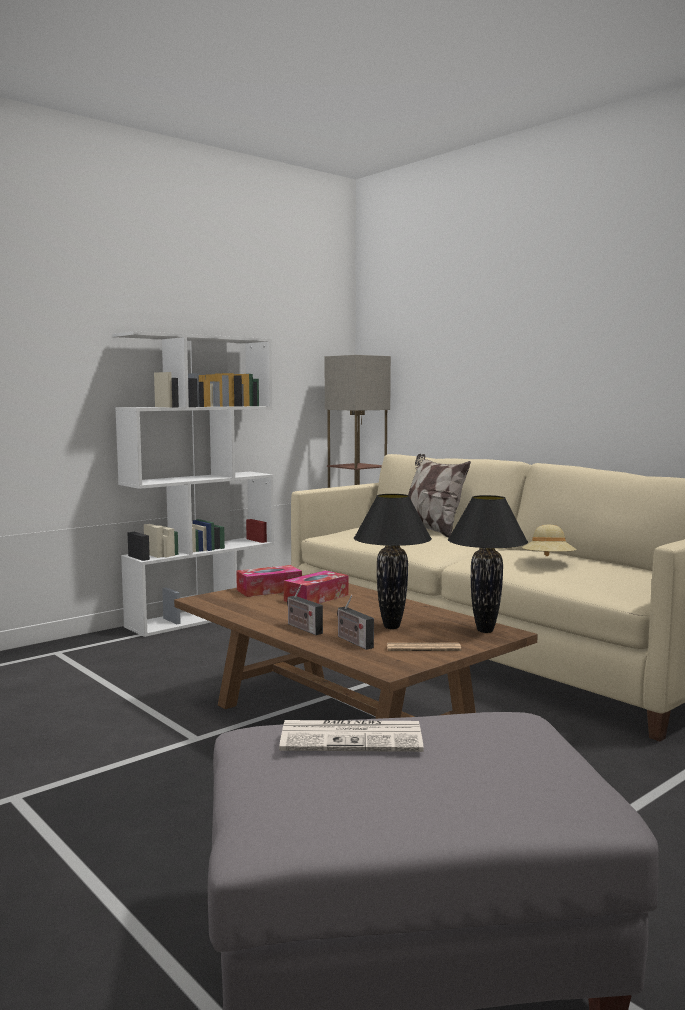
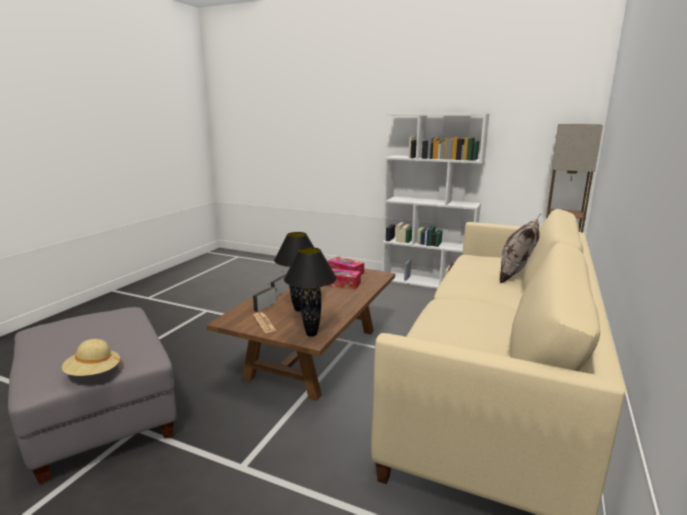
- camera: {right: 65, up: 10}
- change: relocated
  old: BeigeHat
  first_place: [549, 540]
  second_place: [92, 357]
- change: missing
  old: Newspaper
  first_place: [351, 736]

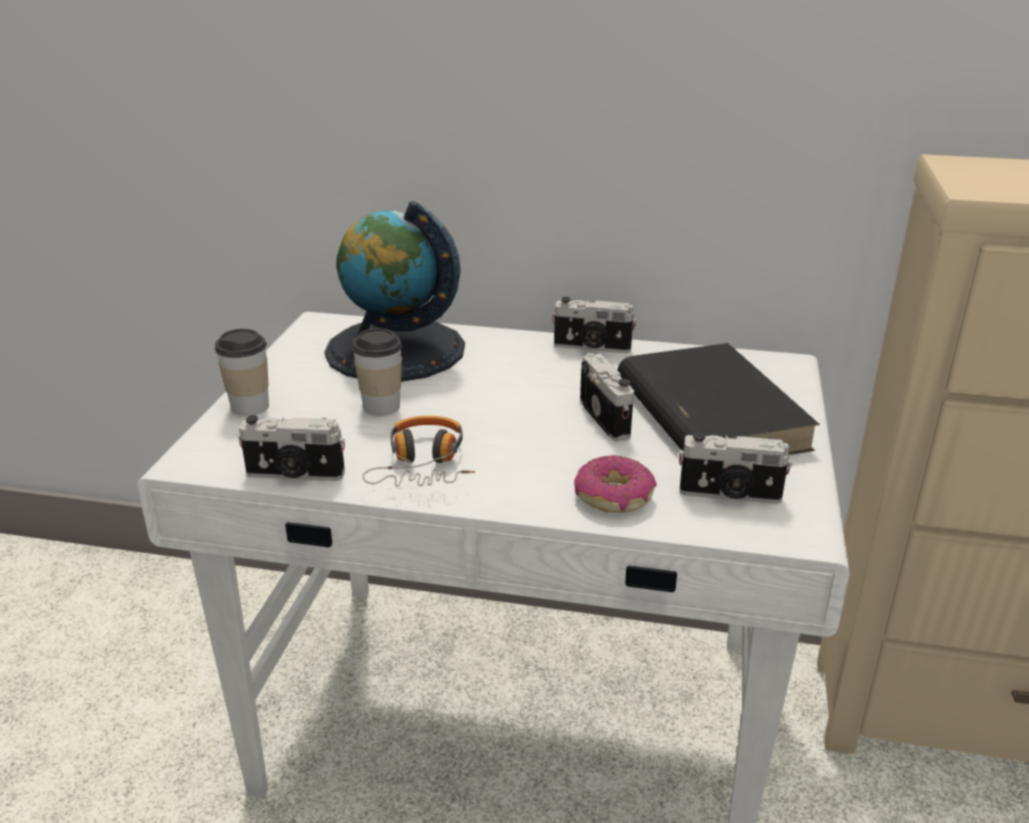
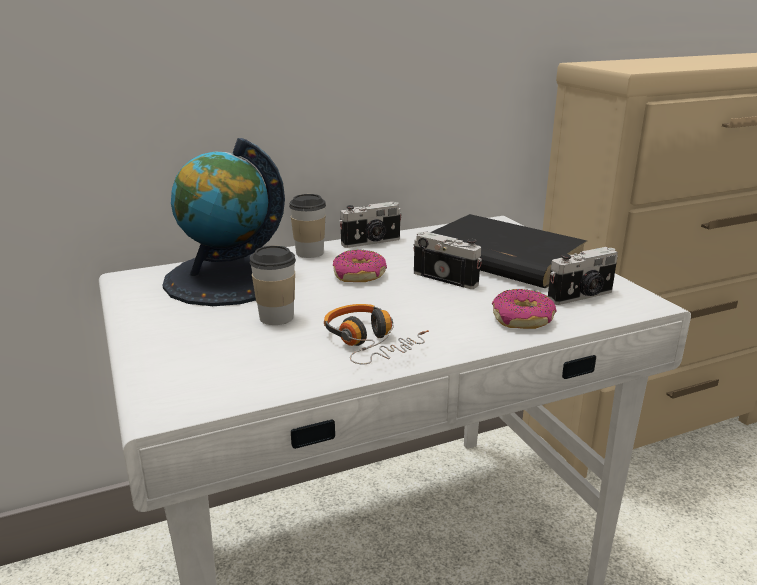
- camera: {right: -35, up: -5}
- change: relocated
  old: Cup
  first_place: [242, 372]
  second_place: [307, 226]
- change: missing
  old: PhotoCamera
  first_place: [291, 448]
- change: appeared
  new: Donut
  second_place: [360, 266]

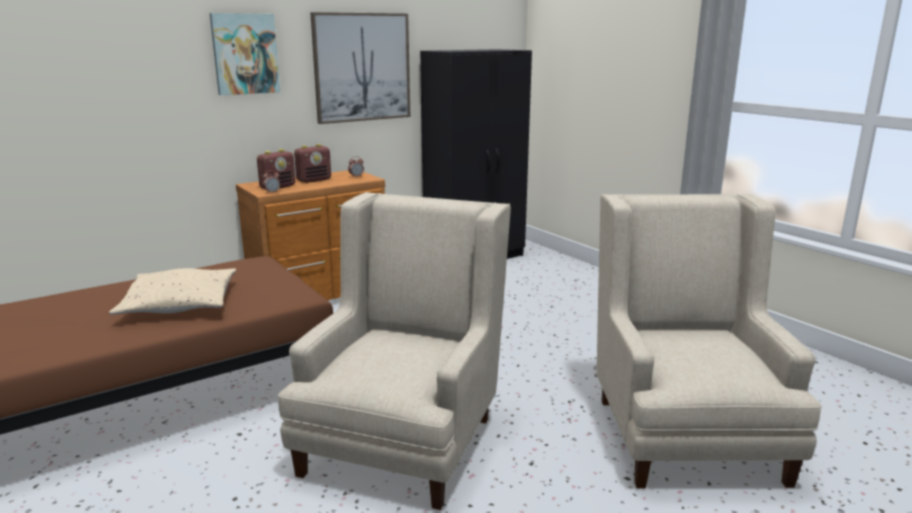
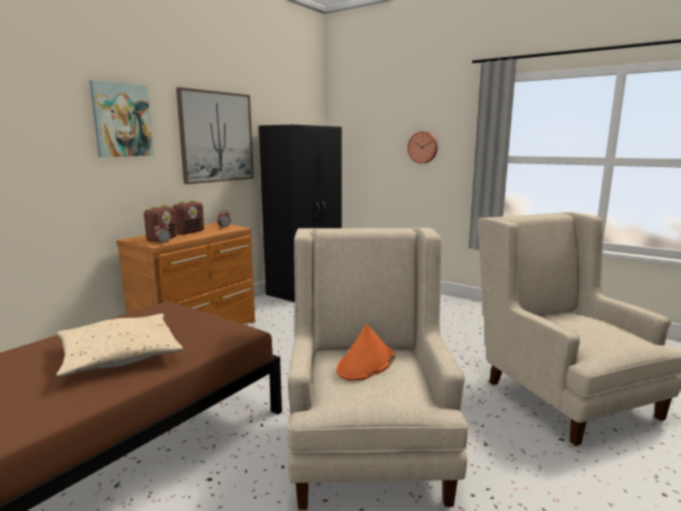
- camera: {right: -20, up: -5}
- change: appeared
  new: WallClock
  second_place: [422, 147]
- change: appeared
  new: OrangeHat
  second_place: [365, 352]

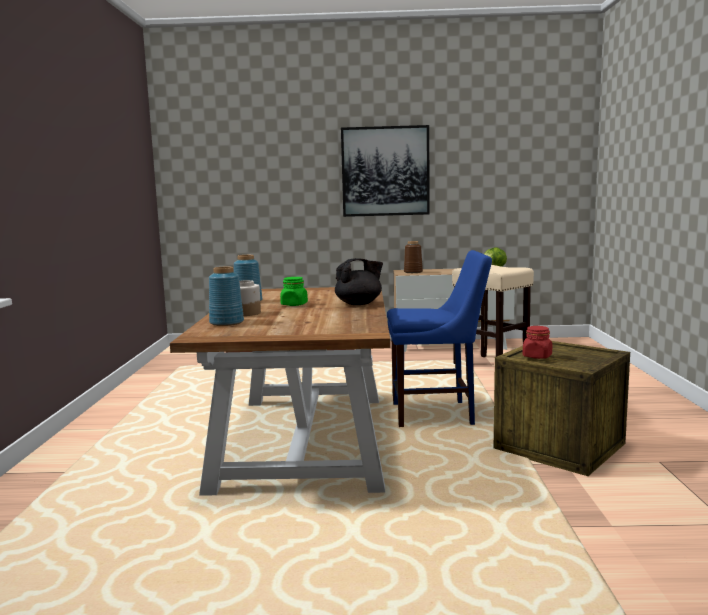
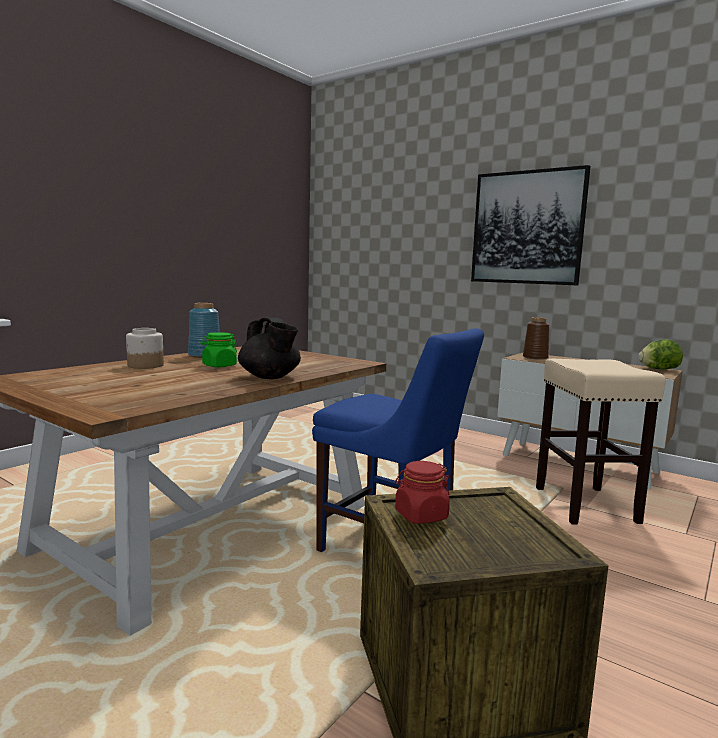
- camera: {right: 35, up: 0}
- change: spun
  old: BlackTeapot
  first_place: [359, 281]
  second_place: [269, 348]
  degrees: 45
- change: missing
  old: BlueVase
  first_place: [226, 296]

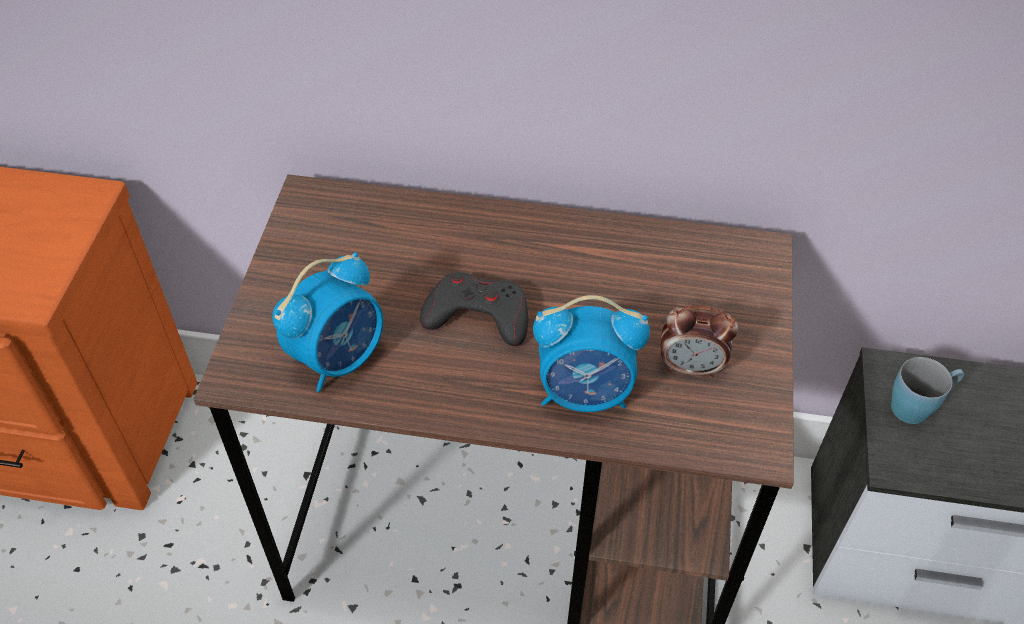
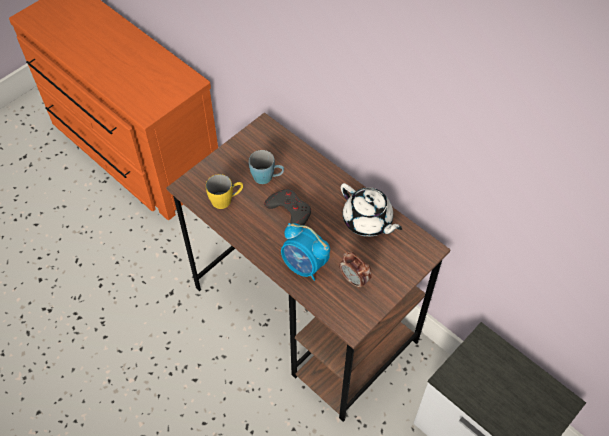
- camera: {right: 35, up: 5}
- change: exchanged
  old: AlarmClock
  new: YellowMug
  first_place: [327, 322]
  second_place: [224, 191]
- change: relocated
  old: BlueMug
  first_place: [927, 390]
  second_place: [266, 167]
- change: appeared
  new: WhiteTeapot
  second_place: [371, 210]

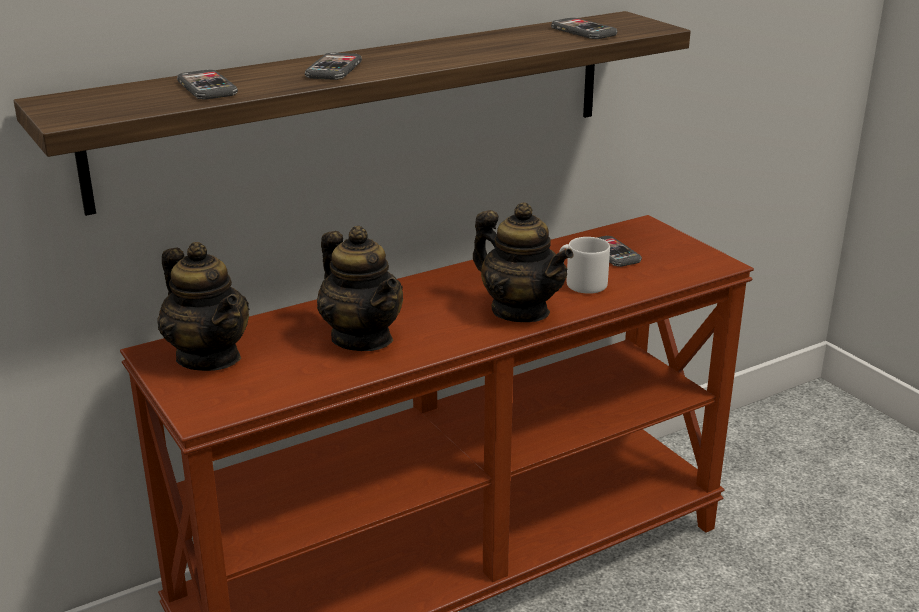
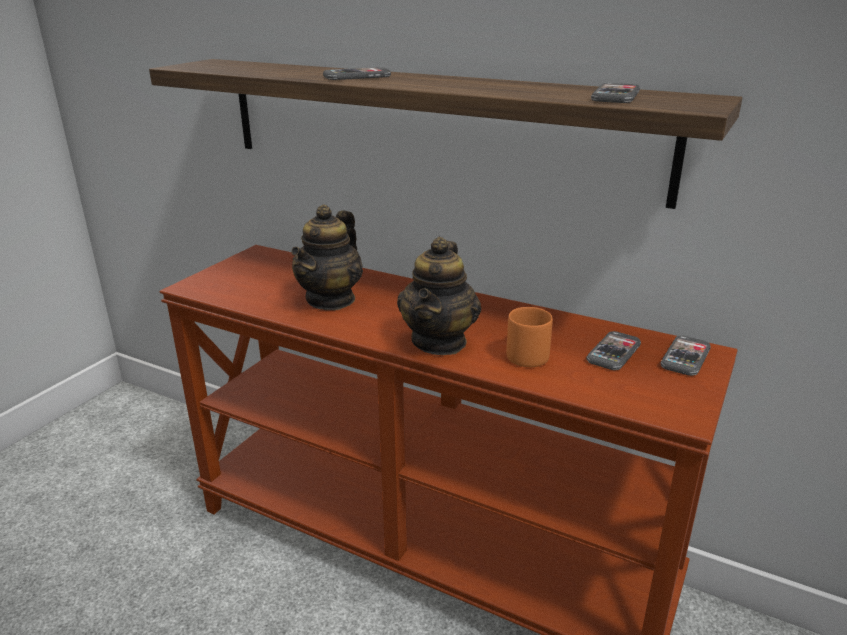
- camera: {right: 60, up: 0}
- change: relocated
  old: Phone
  first_place: [207, 84]
  second_place: [685, 355]
- change: colour
  old: WhiteMug
  new: OrangeMug
  first_place: [584, 265]
  second_place: [529, 337]
- change: missing
  old: Teapot
  first_place: [203, 306]

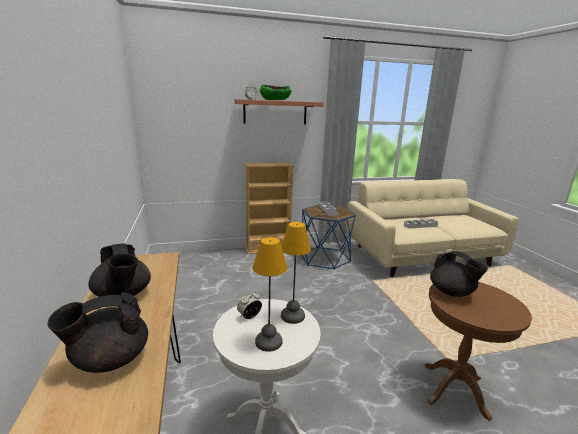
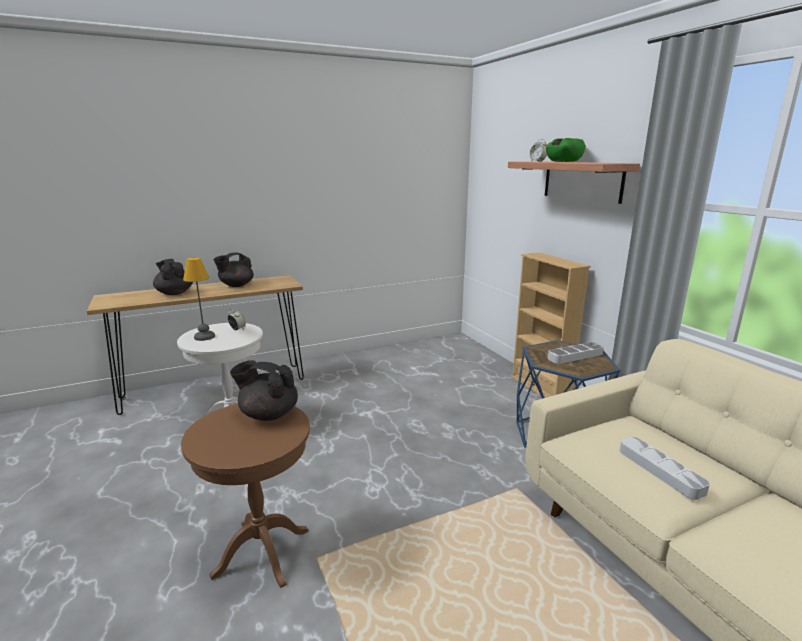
- camera: {right: 80, up: 0}
- change: missing
  old: TableLamp
  first_place: [296, 273]
- change: spun
  old: BlackTeapot
  first_place: [459, 274]
  second_place: [264, 390]
  degrees: 60

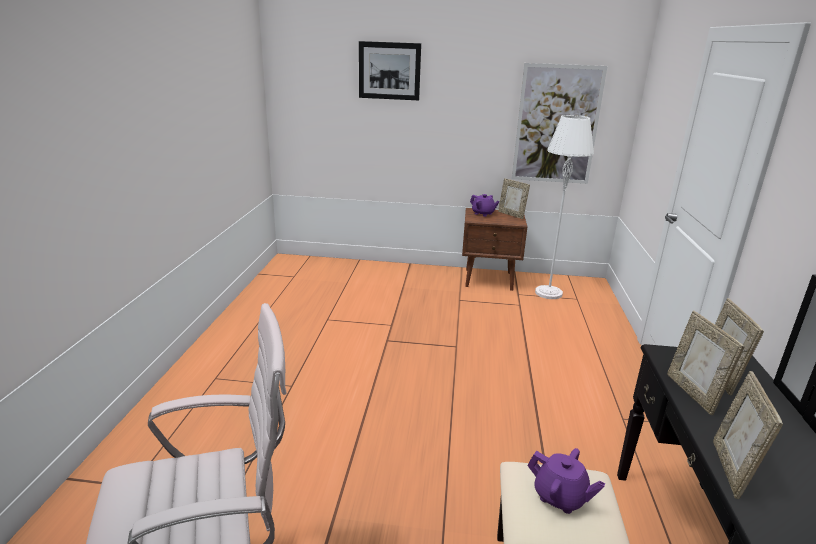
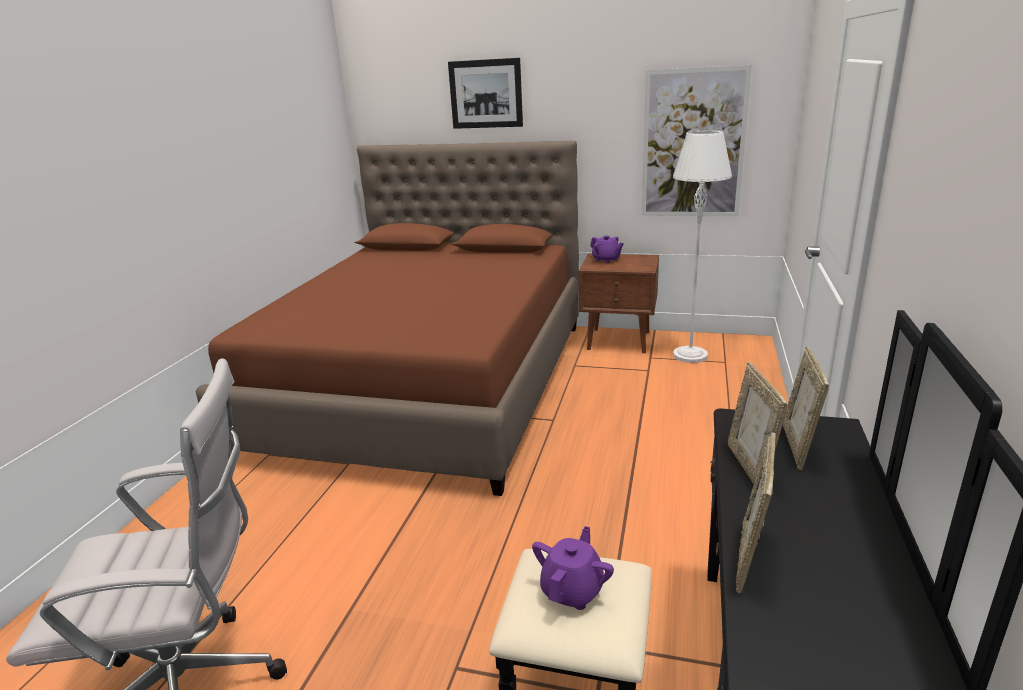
- camera: {right: 10, up: 0}
- change: missing
  old: PictureFrame
  first_place: [514, 198]
- change: spun
  old: PurpleTeapot
  first_place: [566, 481]
  second_place: [573, 568]
  degrees: -105
- change: appeared
  new: BrownBed
  second_place: [387, 318]

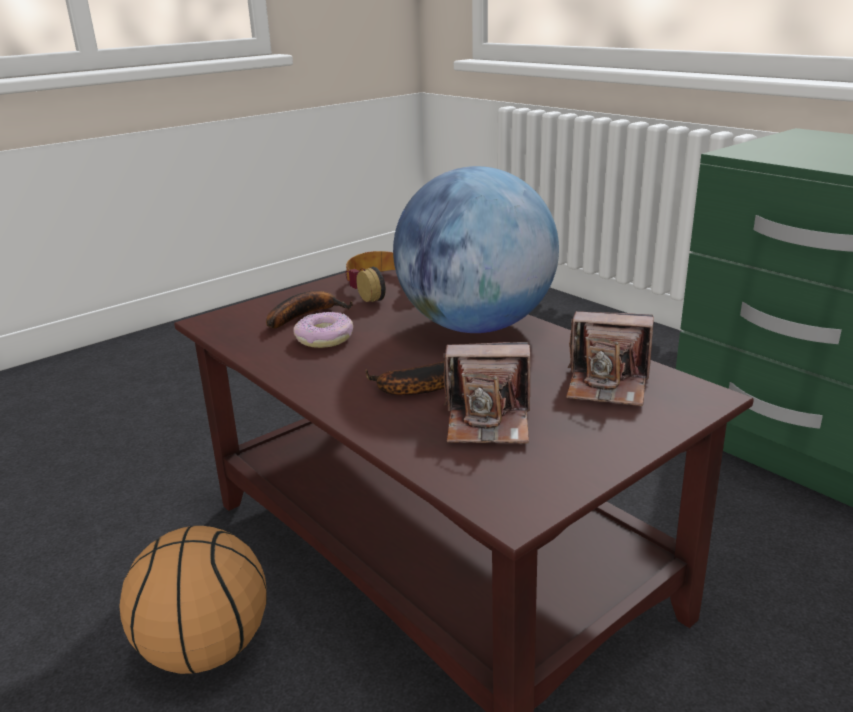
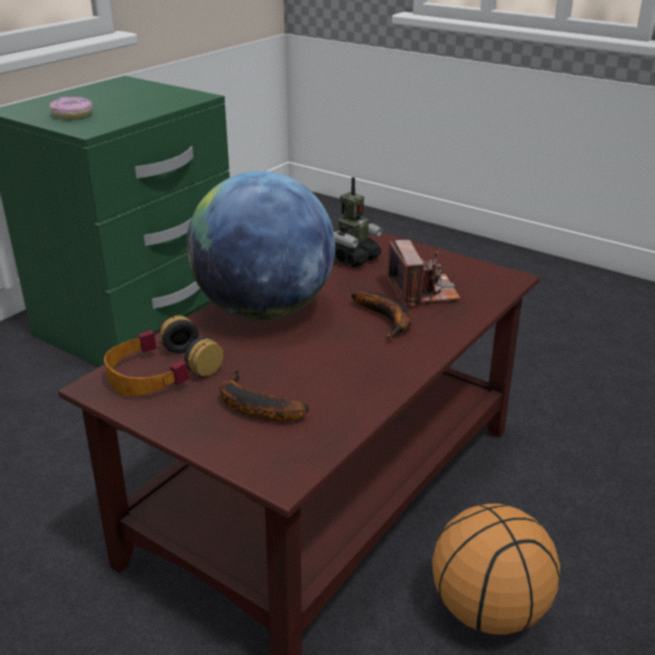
- camera: {right: -105, up: 5}
- change: exchanged
  old: PhotoCamera
  new: ToyRobot
  first_place: [610, 358]
  second_place: [358, 222]
- change: relocated
  old: Donut
  first_place: [323, 330]
  second_place: [71, 108]

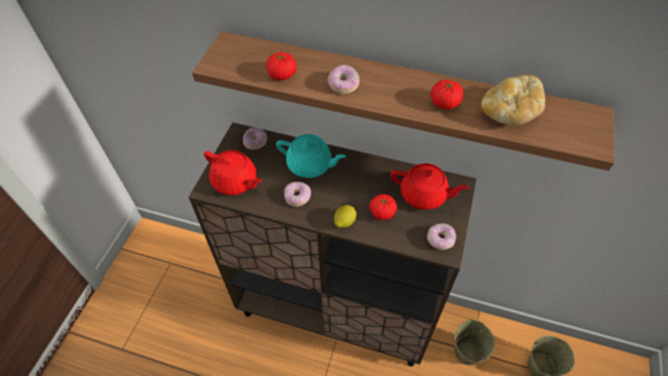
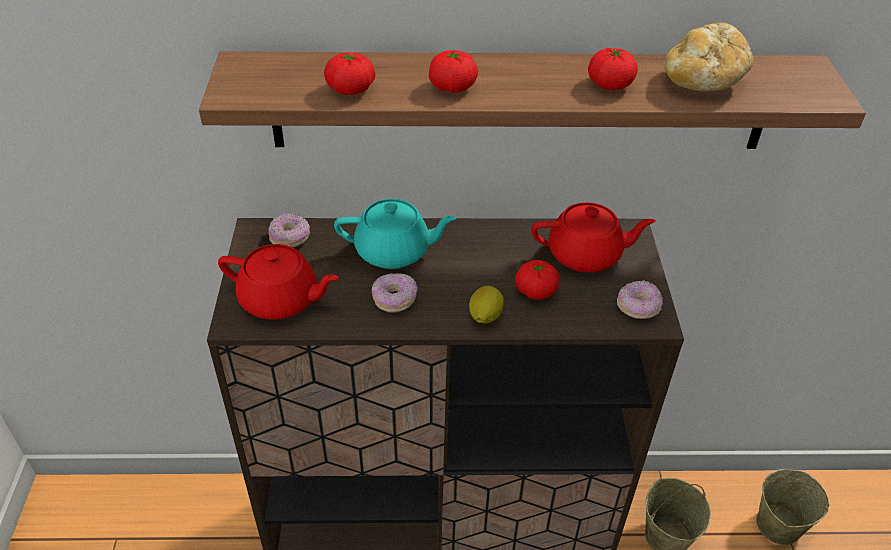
- camera: {right: -20, up: -10}
- change: exchanged
  old: Donut
  new: Tomato
  first_place: [344, 79]
  second_place: [453, 71]

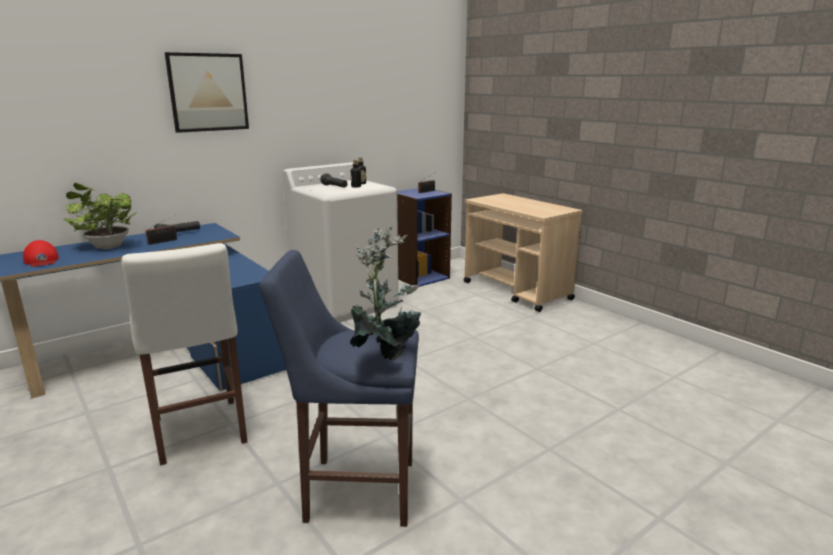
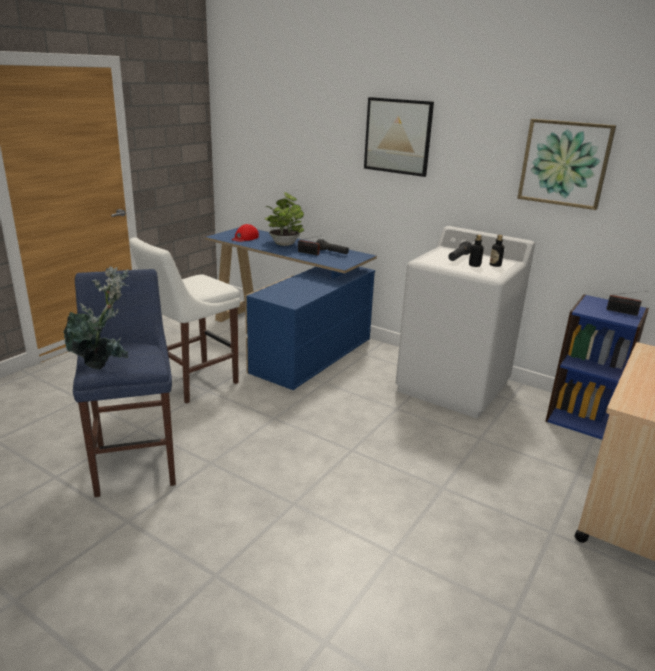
- camera: {right: 70, up: 5}
- change: appeared
  new: Picture
  second_place: [566, 164]

